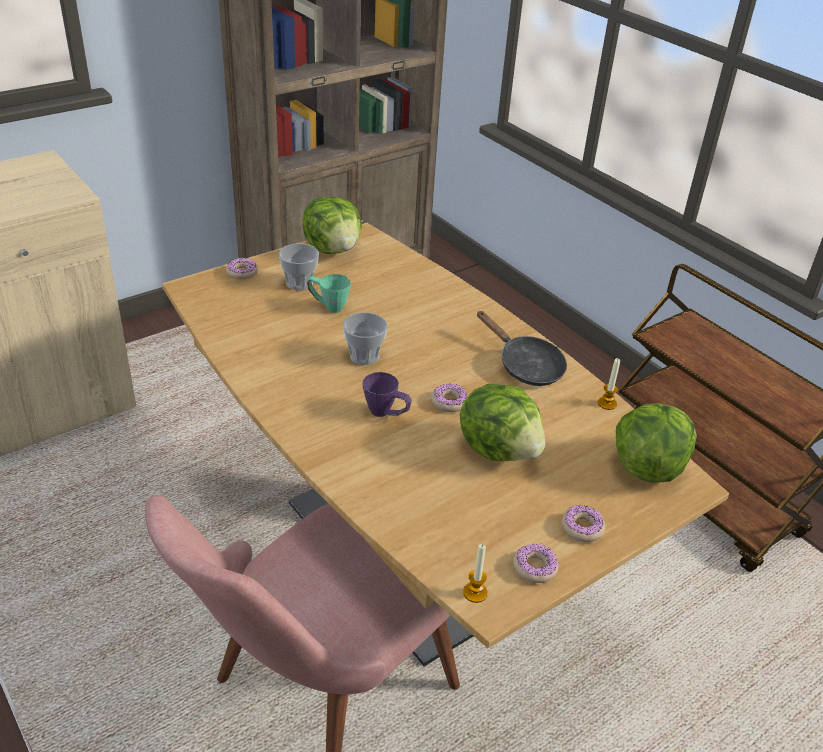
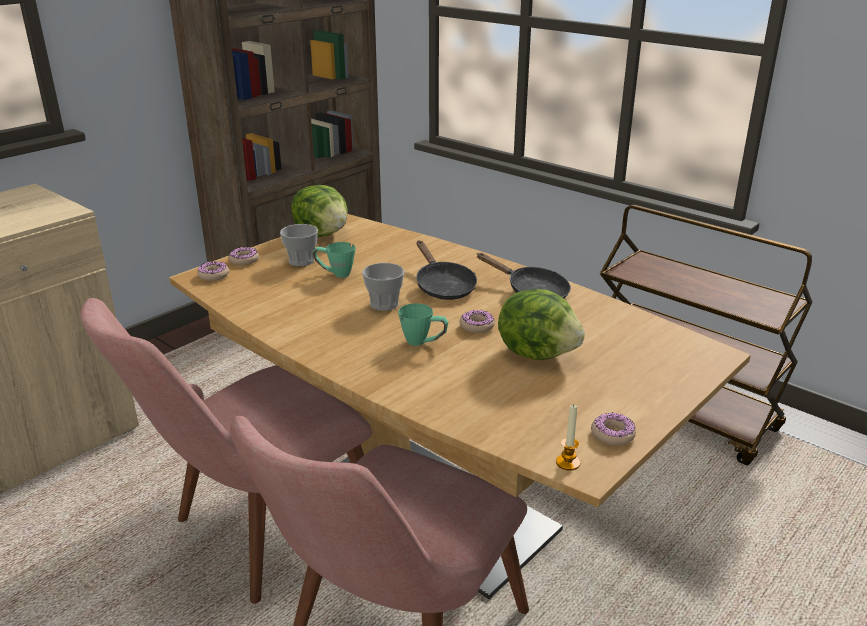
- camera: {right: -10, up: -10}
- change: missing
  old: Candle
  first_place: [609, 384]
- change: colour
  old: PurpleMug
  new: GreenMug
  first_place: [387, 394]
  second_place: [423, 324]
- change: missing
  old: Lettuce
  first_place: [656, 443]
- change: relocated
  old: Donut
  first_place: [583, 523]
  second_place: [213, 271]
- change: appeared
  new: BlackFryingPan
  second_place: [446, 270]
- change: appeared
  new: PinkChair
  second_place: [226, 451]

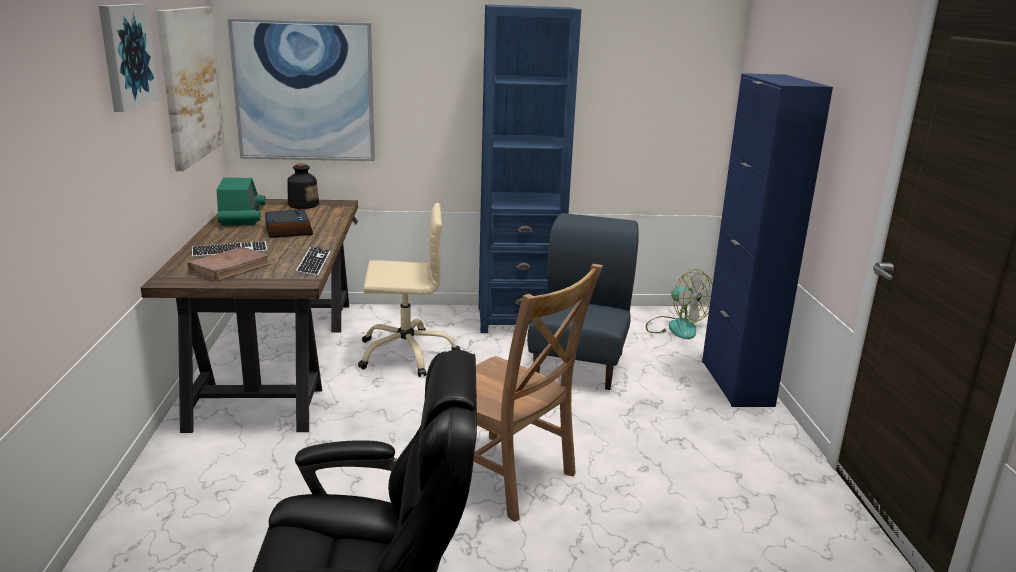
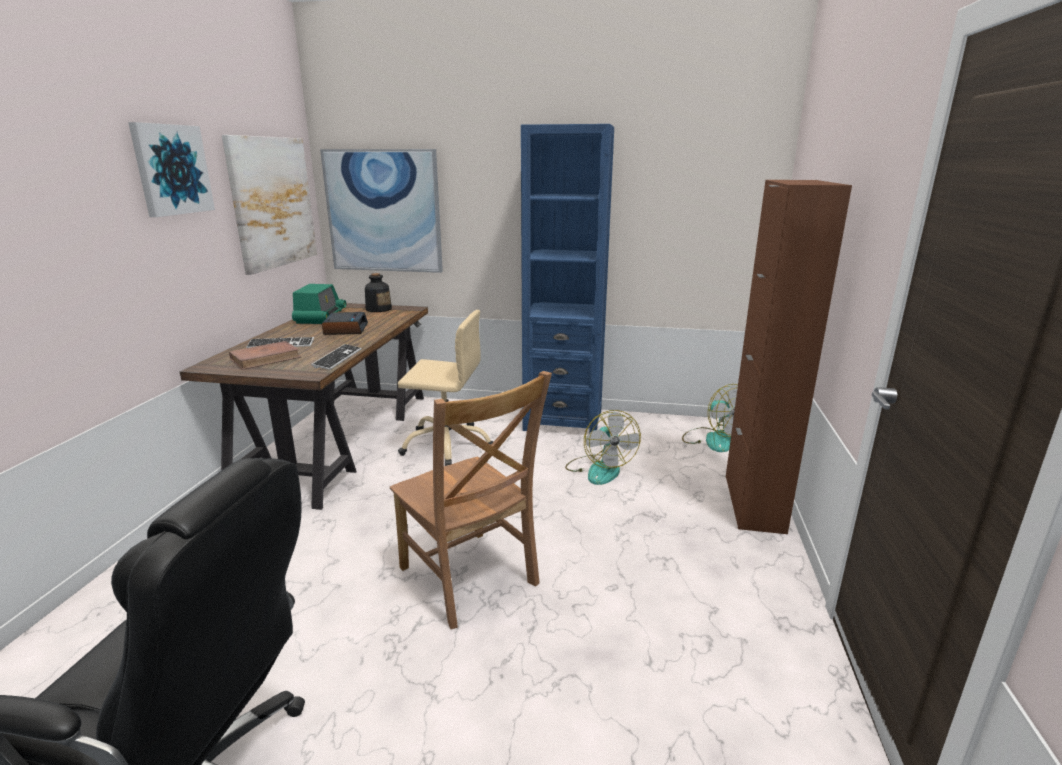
- camera: {right: 15, up: 0}
- change: colour
  old: BlueCabinet
  new: BrownCabinet
  first_place: [767, 240]
  second_place: [789, 357]
- change: exchanged
  old: BlueChair
  new: Fan
  first_place: [583, 301]
  second_place: [603, 447]

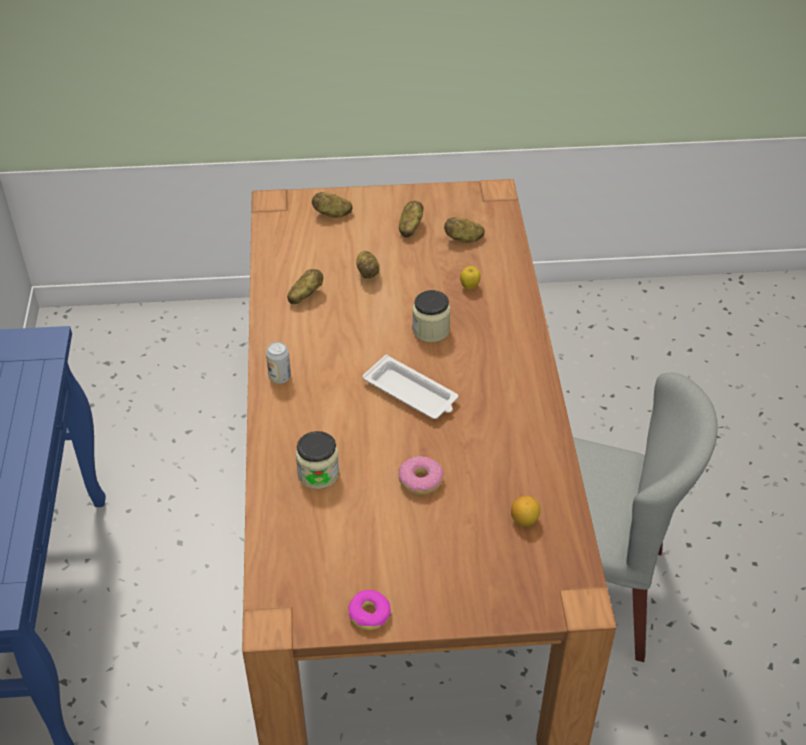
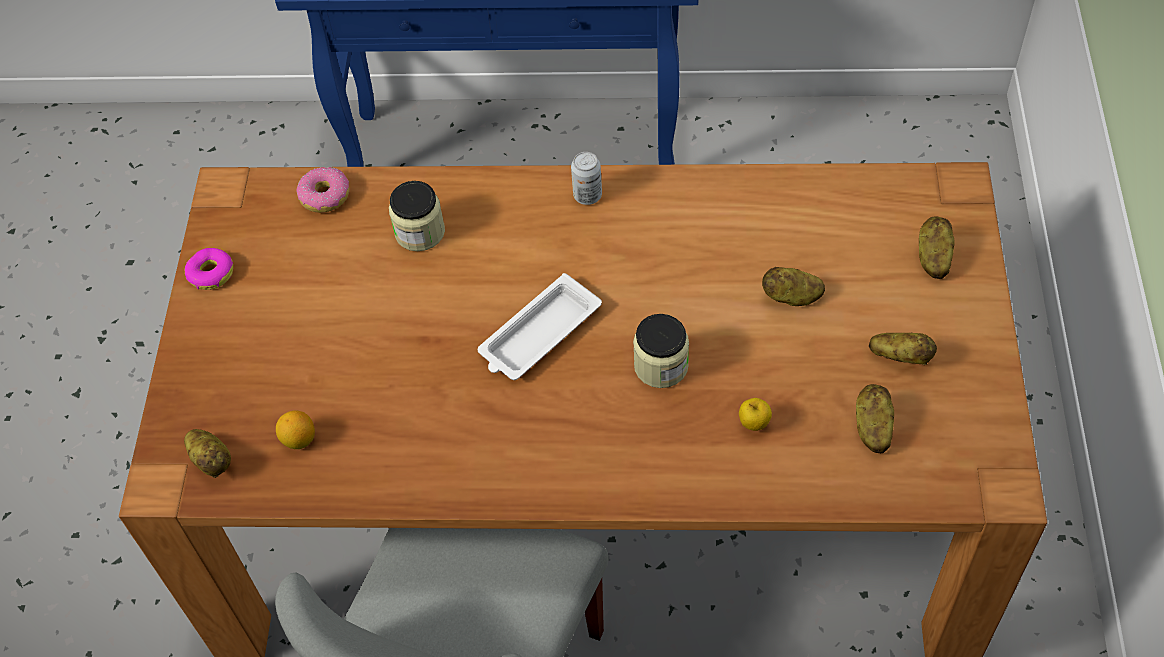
- camera: {right: 100, up: 10}
- change: relocated
  old: Potato
  first_place: [305, 286]
  second_place: [207, 453]
- change: relocated
  old: Donut
  first_place: [421, 475]
  second_place: [322, 190]

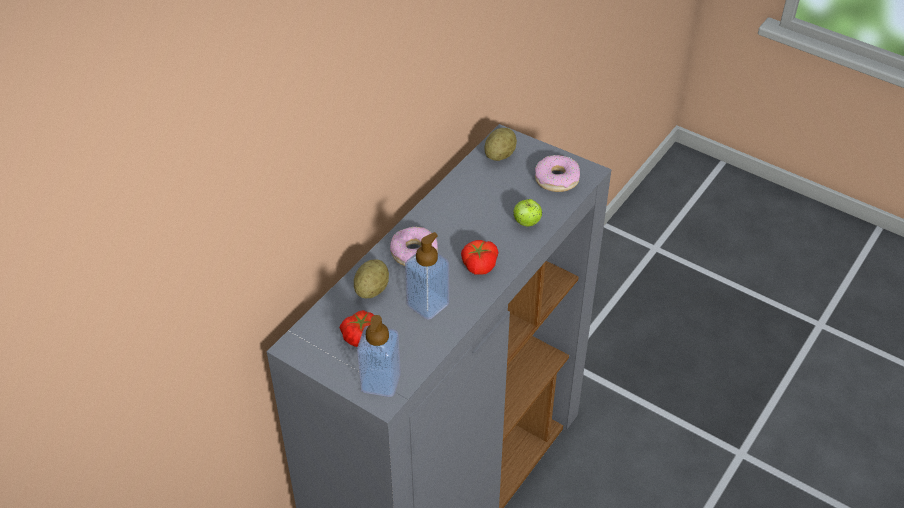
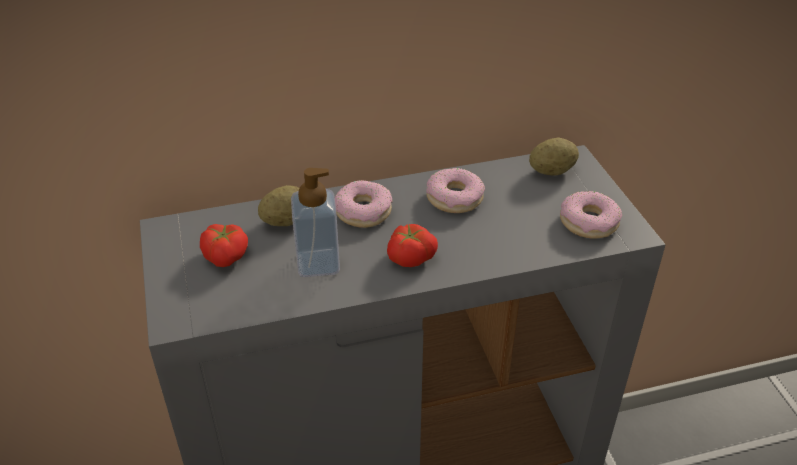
- camera: {right: 40, up: -5}
- change: missing
  old: Apple
  first_place: [527, 213]
- change: missing
  old: SoapDispenser
  first_place: [379, 356]
- change: appeared
  new: Donut
  second_place: [455, 190]

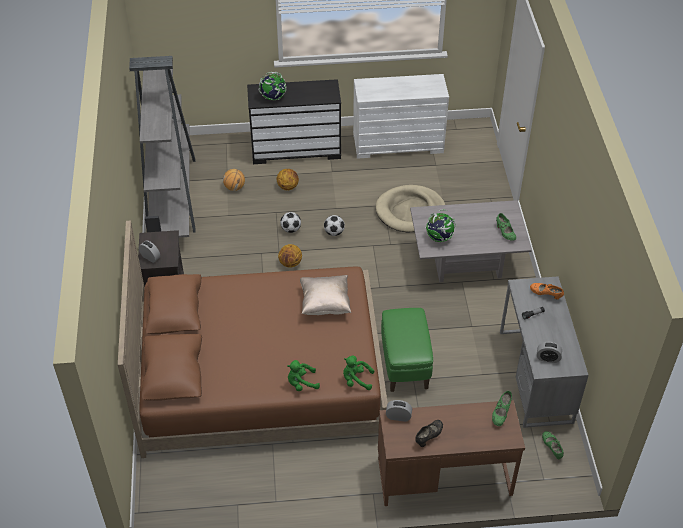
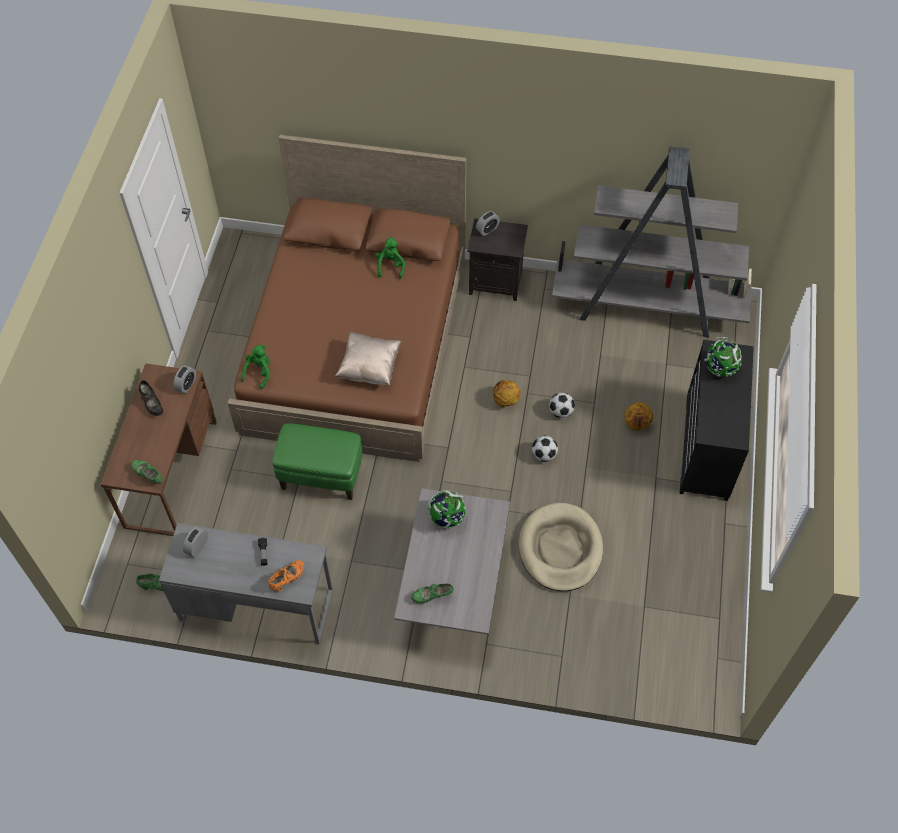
- camera: {right: 105, up: 10}
- change: missing
  old: WhiteDresser
  first_place: [401, 116]
- change: missing
  old: Basketball
  first_place: [234, 180]
- change: relocated
  old: GreenPlushToy
  first_place: [303, 375]
  second_place: [390, 258]

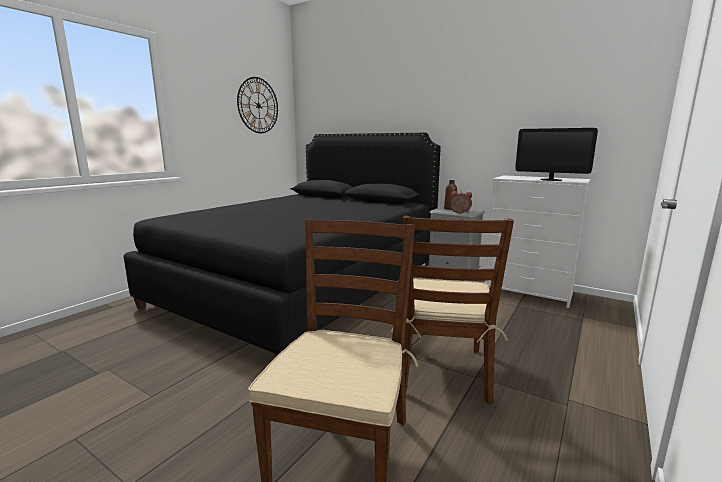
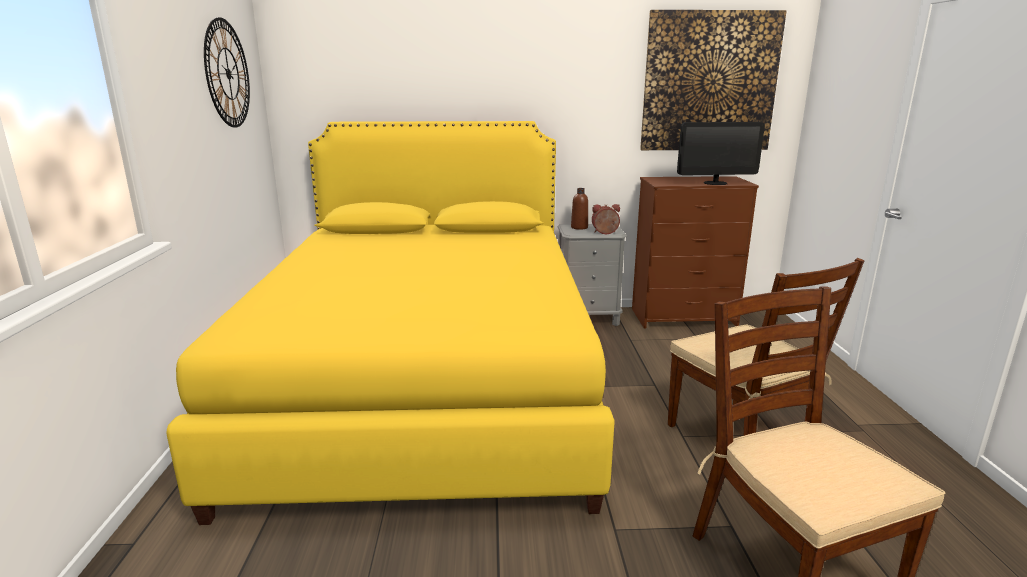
- camera: {right: -35, up: 5}
- change: colour
  old: BlackBed
  new: YellowBed
  first_place: [282, 245]
  second_place: [390, 323]
- change: colour
  old: WhiteDresser
  new: BrownDresser
  first_place: [538, 241]
  second_place: [695, 252]
- change: appeared
  new: Picture
  second_place: [713, 80]

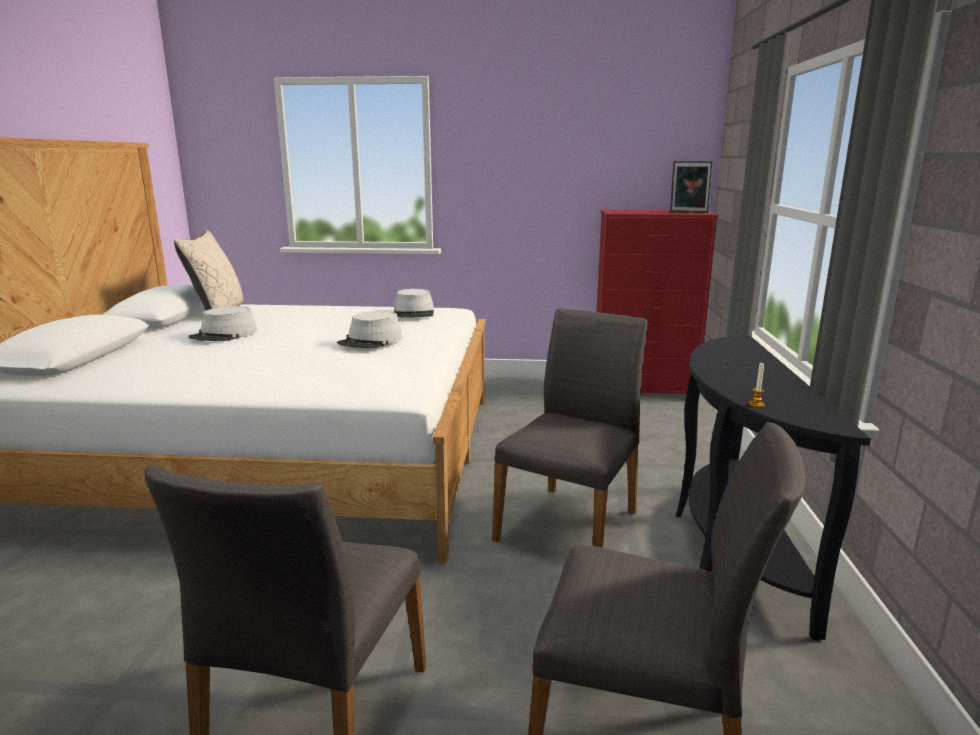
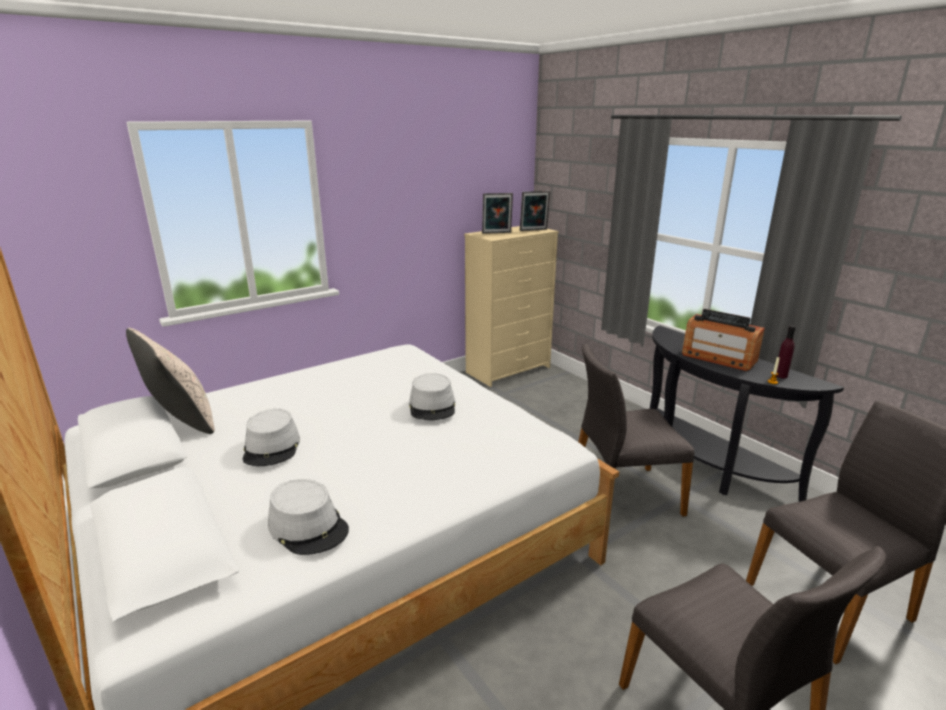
- camera: {right: -40, up: 5}
- change: colour
  old: RedDresser
  new: BeigeDresser
  first_place: [657, 302]
  second_place: [511, 306]
- change: relocated
  old: GreyHat
  first_place: [414, 303]
  second_place: [308, 517]
- change: spun
  old: GreyChair
  first_place: [569, 428]
  second_place: [636, 430]
  degrees: -90
- change: appeared
  new: PictureFrame
  second_place: [497, 213]
- change: appeared
  new: Radio
  second_place: [723, 340]
- change: appeared
  new: PurpleBottle
  second_place: [786, 351]

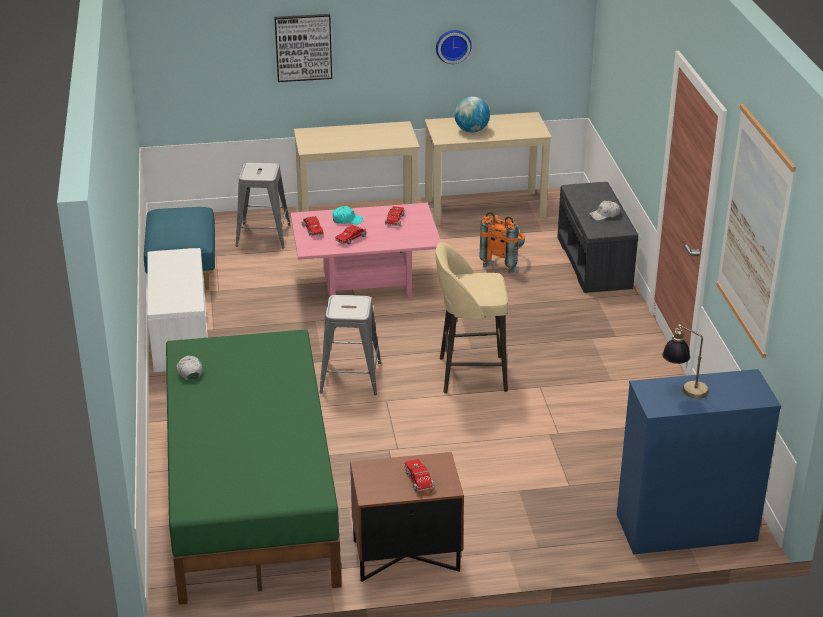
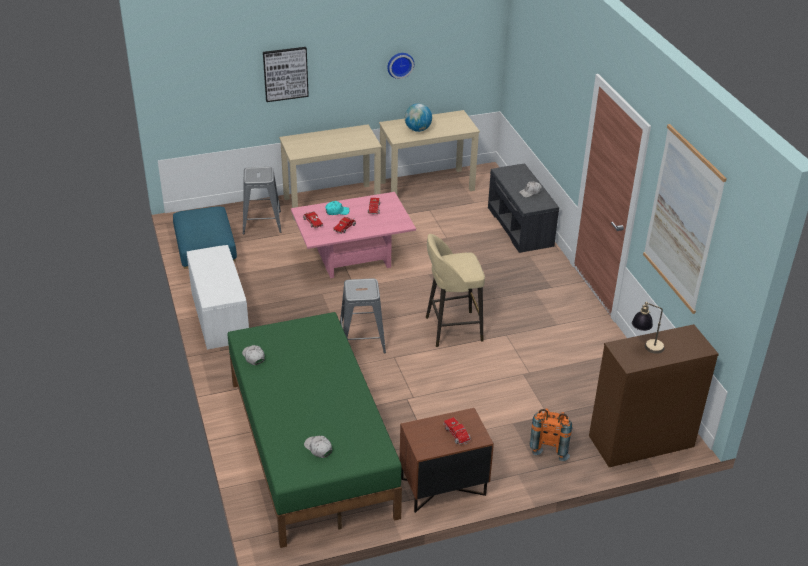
- camera: {right: -10, up: 5}
- change: relocated
  old: OrangeBackpack
  first_place: [502, 242]
  second_place: [551, 434]
- change: colour
  old: BlueDresser
  new: BrownDresser
  first_place: [699, 462]
  second_place: [654, 395]
- change: appeared
  new: WhiteCap
  second_place: [318, 446]

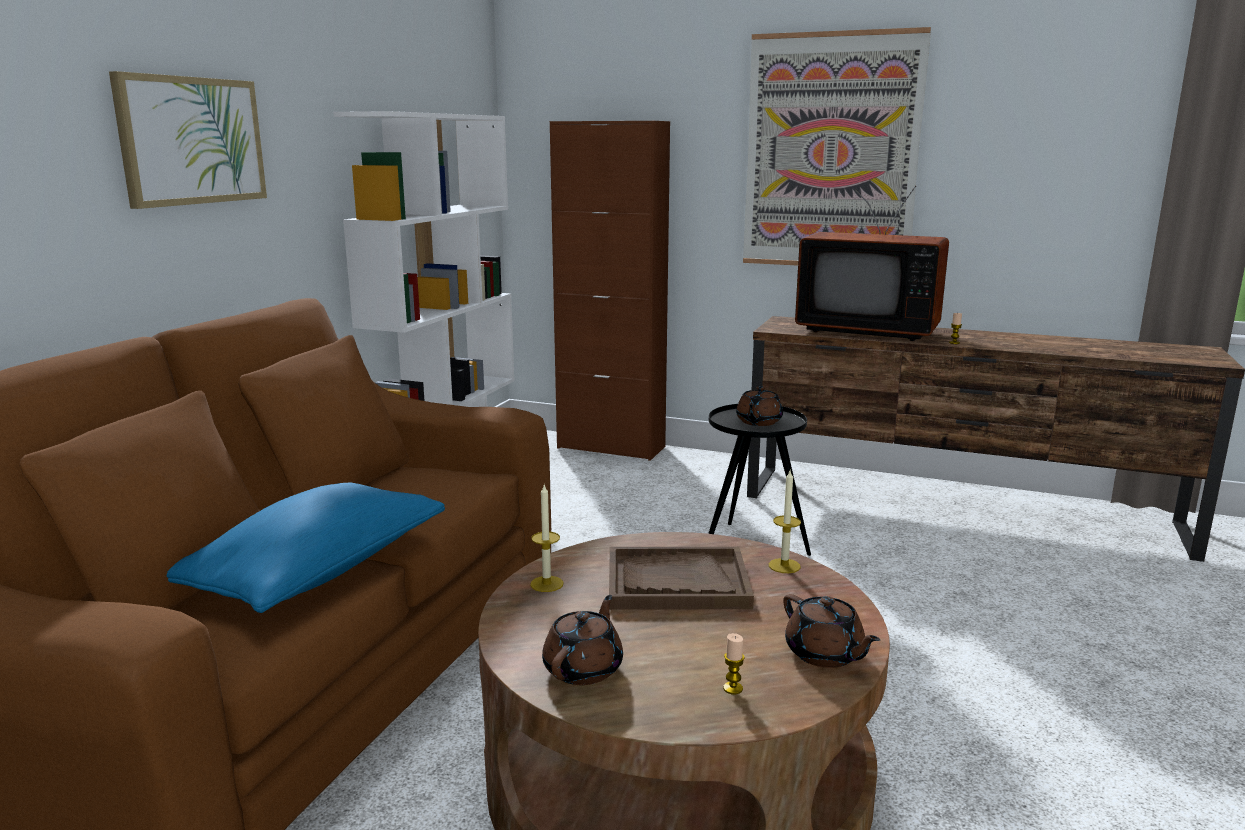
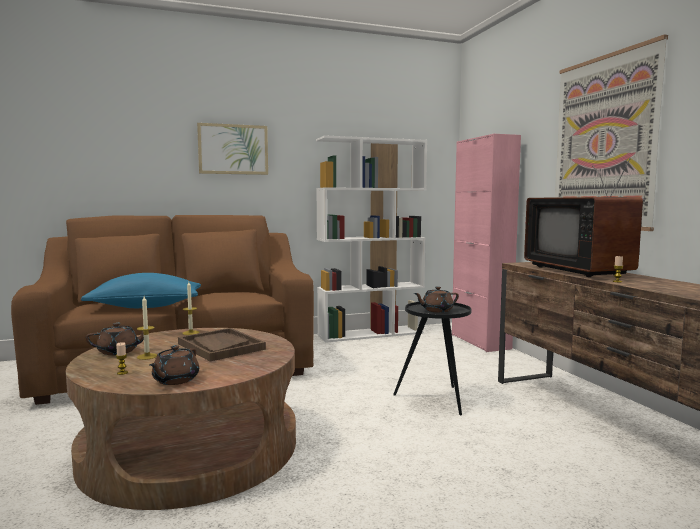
- camera: {right: 50, up: -10}
- change: colour
  old: BrownCabinet
  new: PinkCabinet
  first_place: [610, 291]
  second_place: [486, 243]
- change: relocated
  old: Candle
  first_place: [785, 522]
  second_place: [147, 328]

